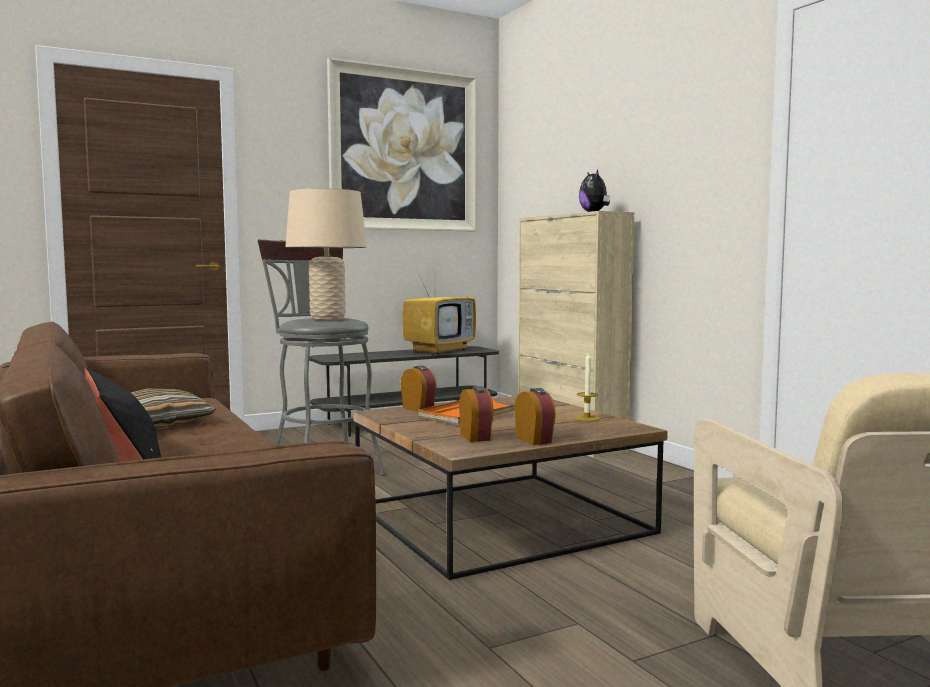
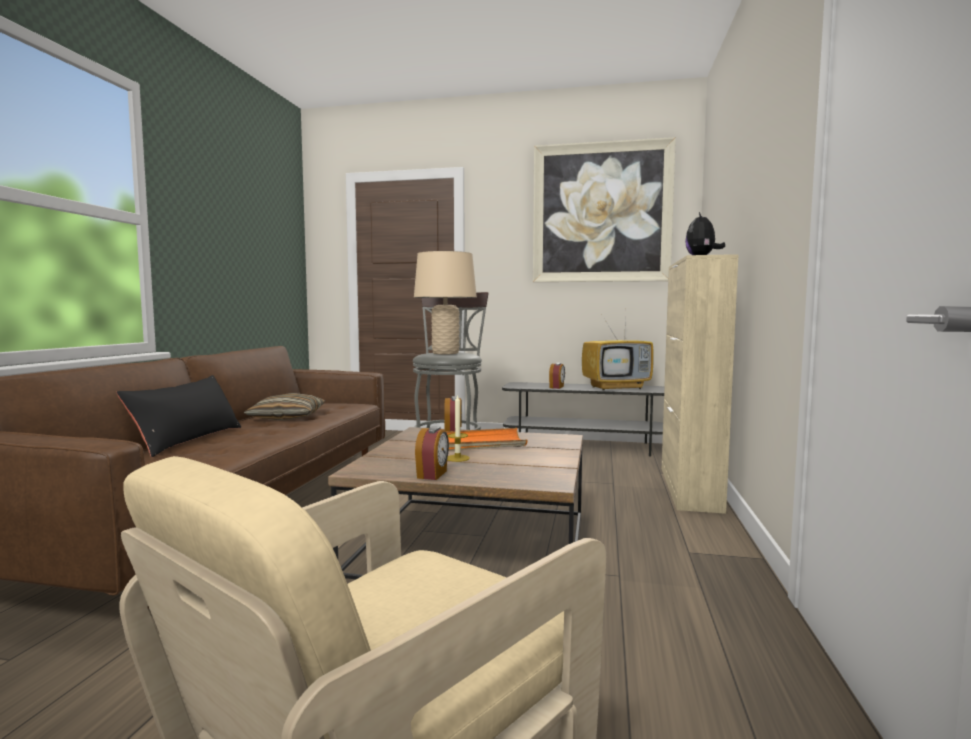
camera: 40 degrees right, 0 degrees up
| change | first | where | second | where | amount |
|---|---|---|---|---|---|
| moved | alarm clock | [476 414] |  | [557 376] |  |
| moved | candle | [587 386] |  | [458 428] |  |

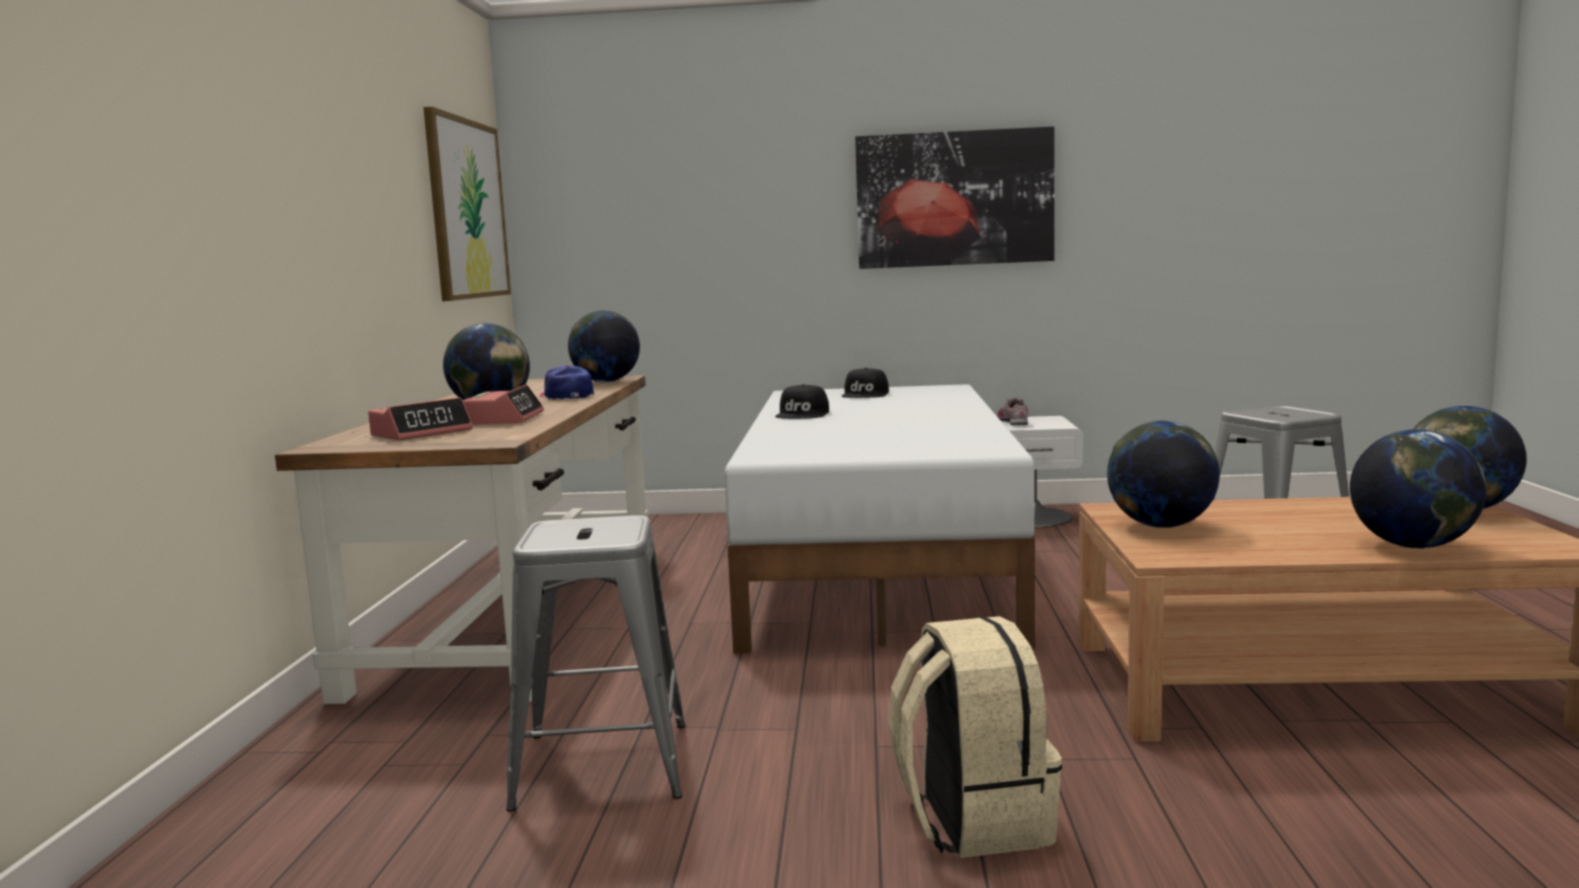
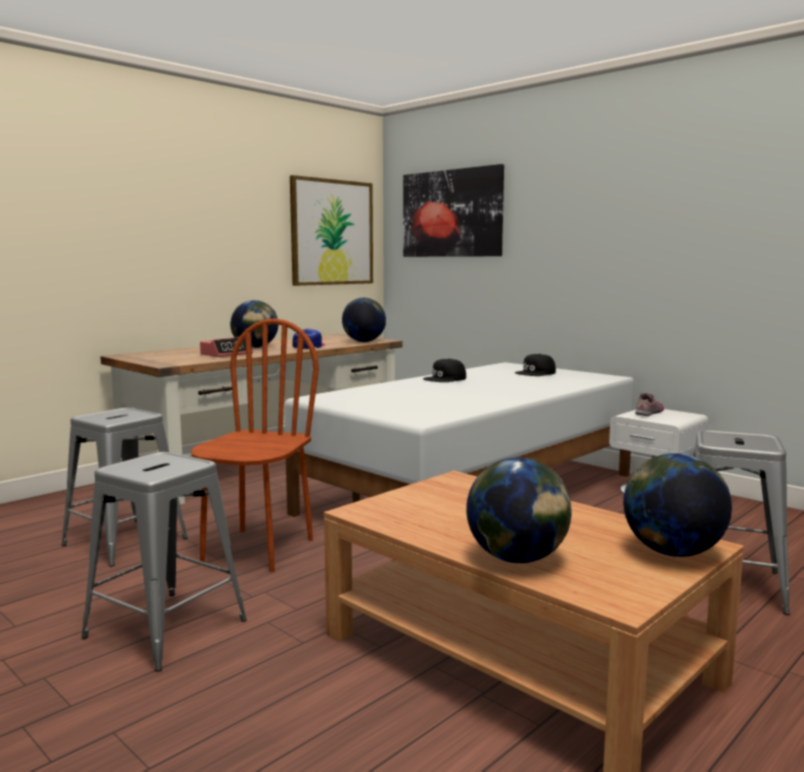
camera: 40 degrees right, 0 degrees up
| change | first | where | second | where | amount |
|---|---|---|---|---|---|
| removed | alarm clock | [420 419] |  |  |  |
| moved | picture | [955 197] |  | [453 210] |  |
| replaced | beige backpack | [975 737] | grey stool | [164 562] |  |
| removed | globe | [1163 474] |  |  |  |
| added |  |  | brown chair | [255 445] |  |

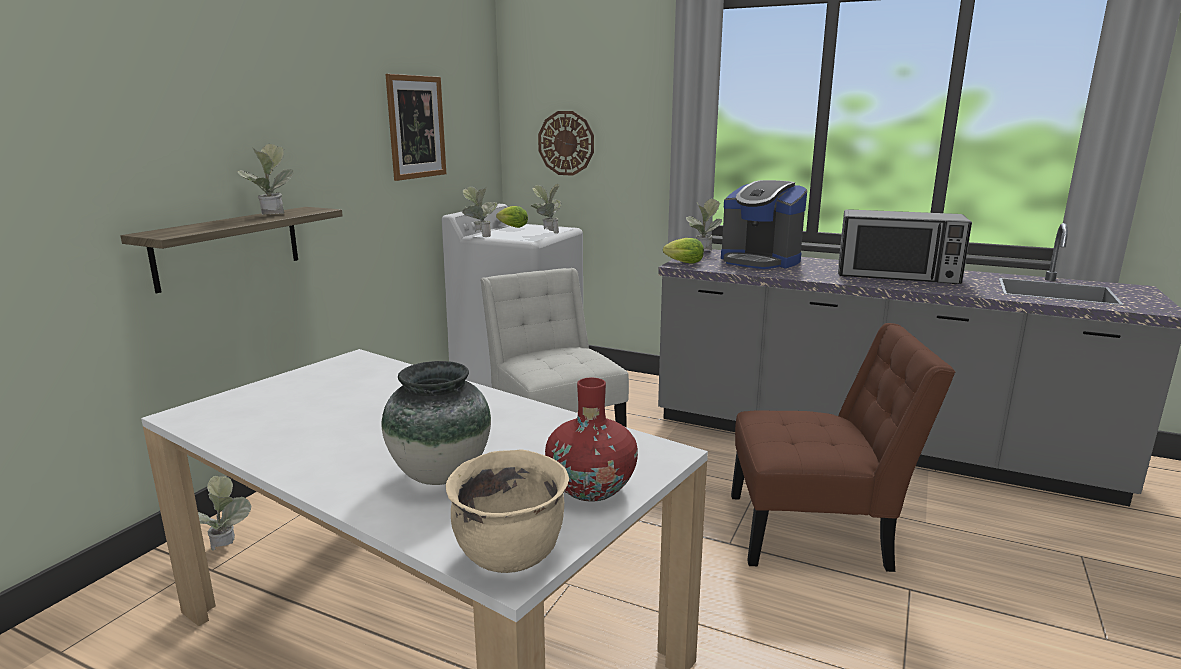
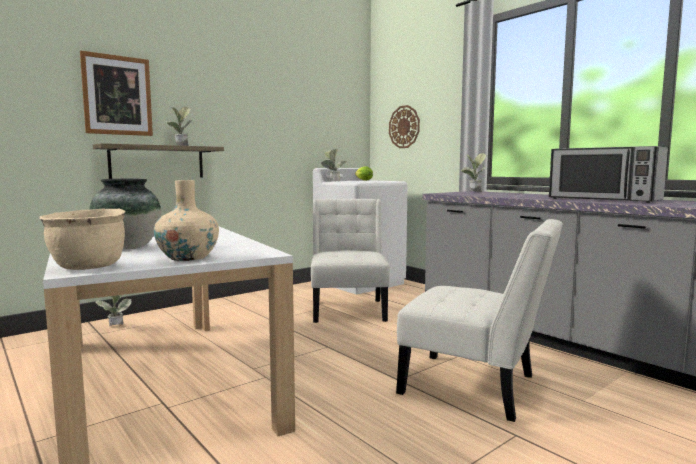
camera: 25 degrees right, 10 degrees down
| change | first | where | second | where | amount |
|---|---|---|---|---|---|
| moved | picture | [416 127] |  | [116 93] |  |
| removed | potted plant | [546 209] |  |  |  |
| recoloured | red vase | [591 440] | beige vase | [186 220] |  |
| removed | lettuce | [683 251] |  |  |  |
| removed | coffee machine | [764 224] |  |  |  |
| recoloured | brown chair | [843 447] | white chair | [479 320] |  |

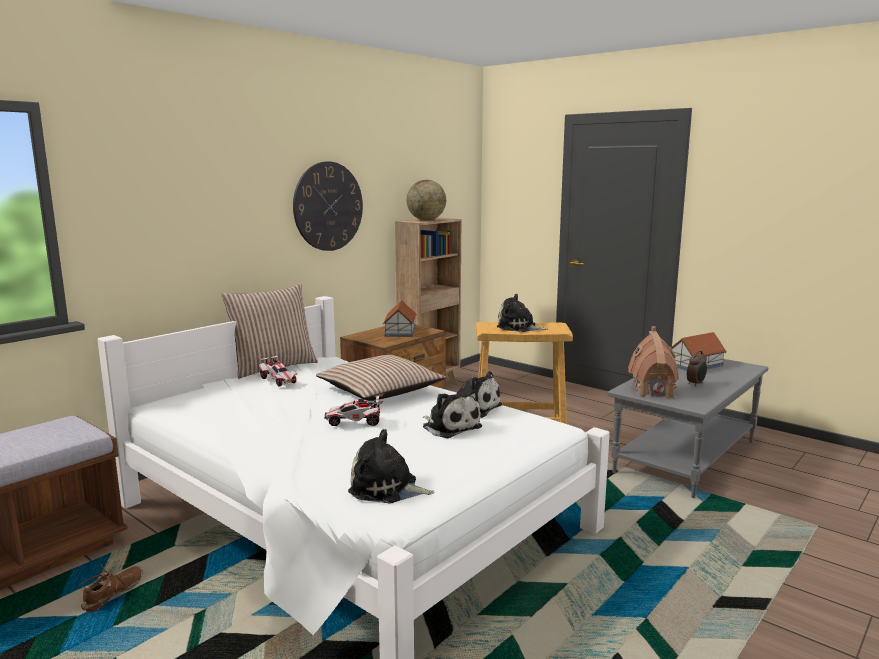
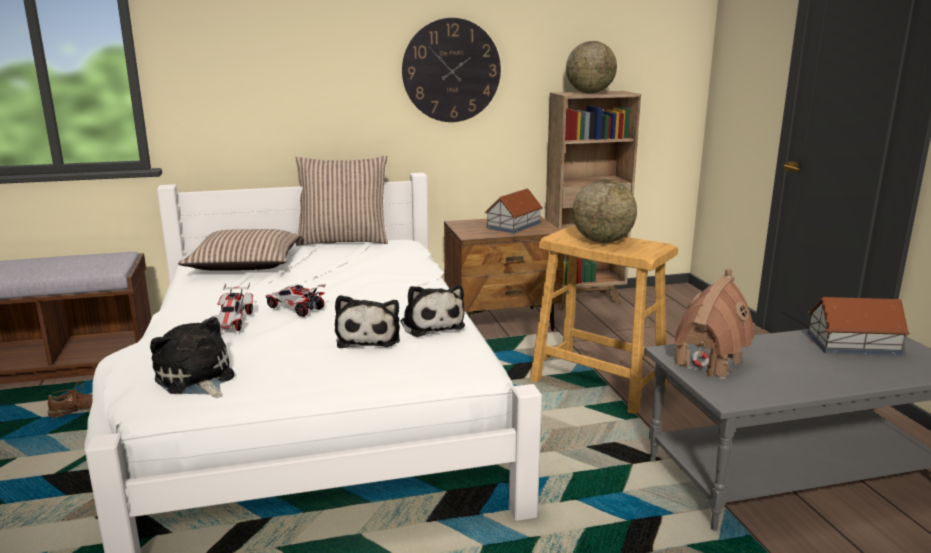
camera: 35 degrees right, 5 degrees up
| change | first | where | second | where | amount |
|---|---|---|---|---|---|
| moved | toy car | [277 370] |  | [232 307] |  |
| moved | pillow | [381 378] |  | [240 250] |  |
| replaced | plush toy | [522 313] | globe | [604 211] |  |
| removed | alarm clock | [697 368] |  |  |  |

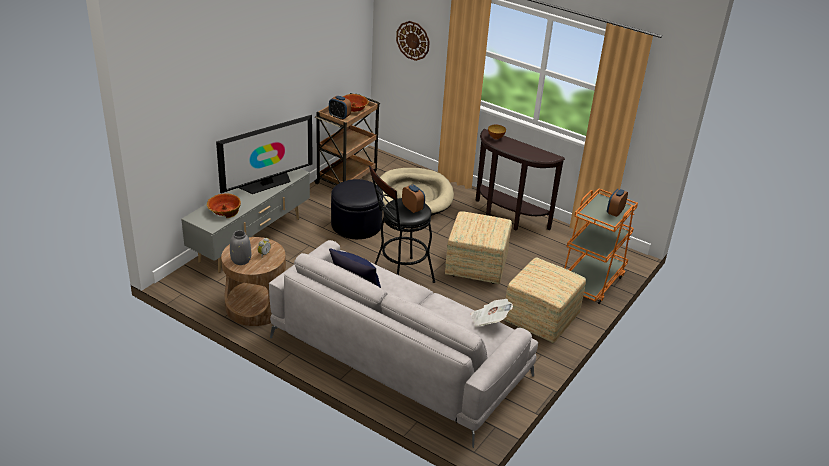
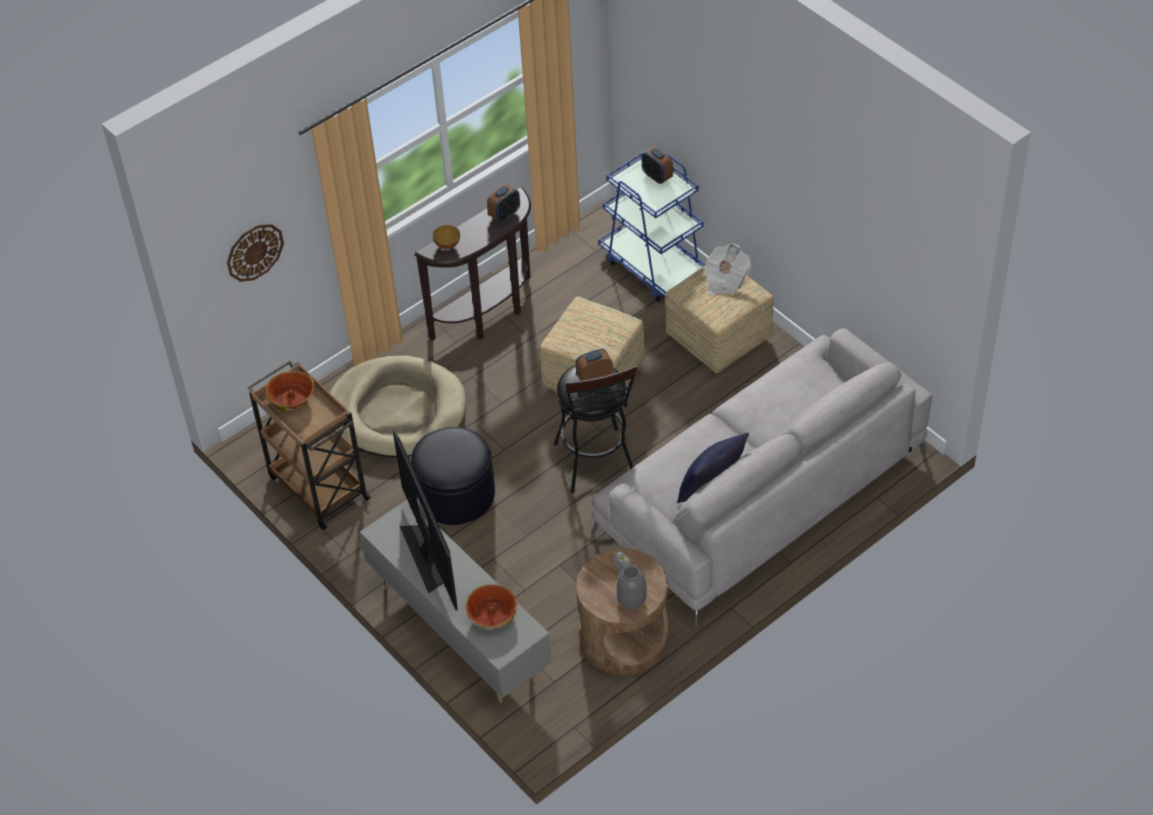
camera: 70 degrees left, 15 degrees up
| change | first | where | second | where | amount |
|---|---|---|---|---|---|
| moved | alarm clock | [340 108] |  | [503 203] |  |
| moved | newspaper | [492 312] |  | [727 269] |  |
| recoloured | orange cart | [601 246] | blue cart | [651 225] |  |

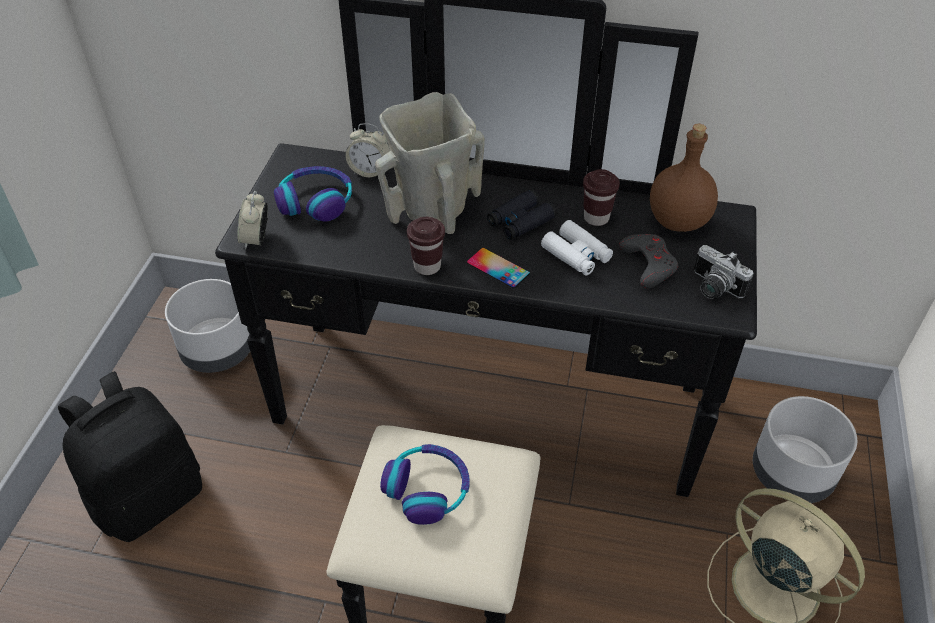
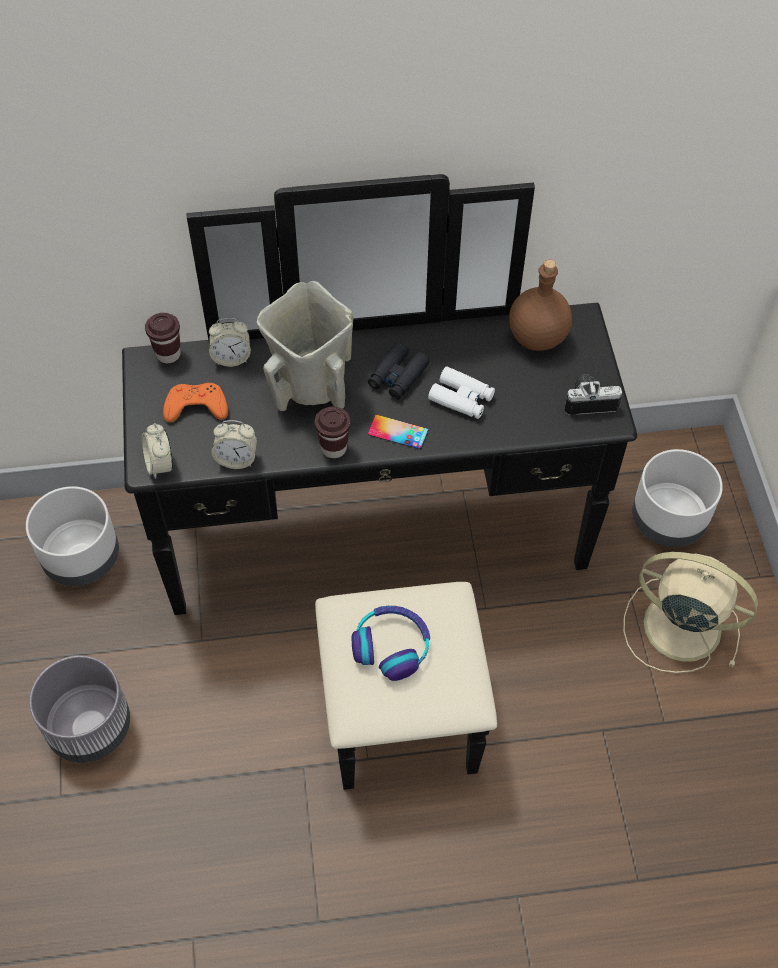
camera: 20 degrees left, 10 degrees up
| change | first | where | second | where | amount |
|---|---|---|---|---|---|
| replaced | black backpack | [130 456] | grey planter | [79 709] |  |
| replaced | headphones | [313 194] | orange game controller | [195 402] |  |
| moved | brown cup | [601 197] |  | [163 338] |  |
| removed | grey game controller | [648 261] |  |  |  |
| turned | photo camera | [724 272] |  | [593 394] | 150 degrees clockwise |
| added |  |  | alarm clock | [234 444] |  |

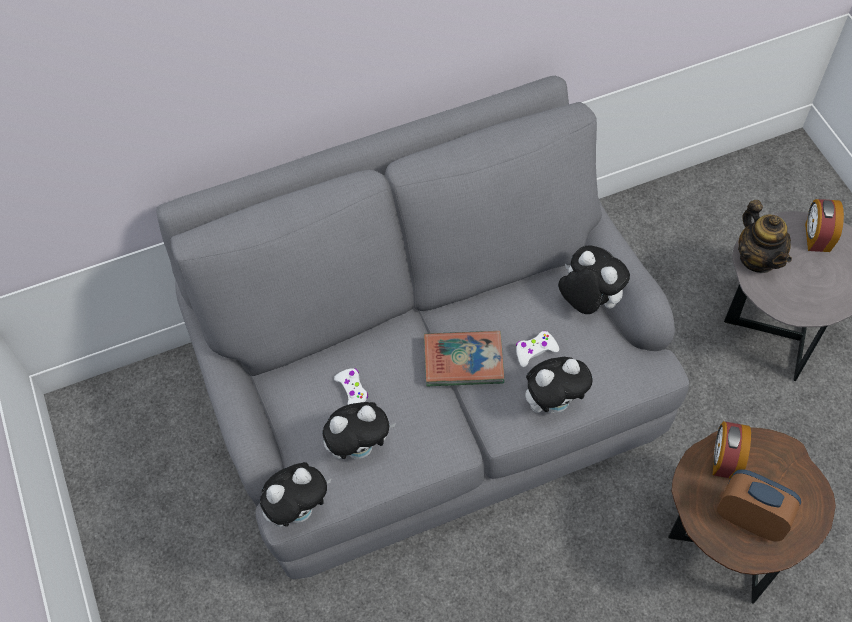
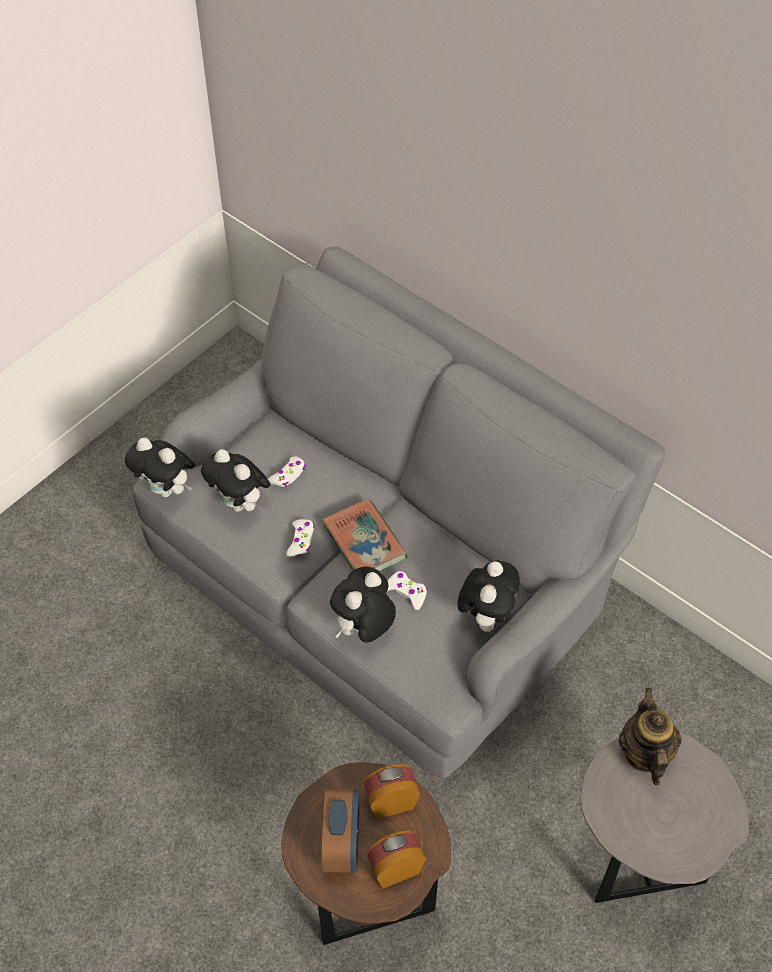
camera: 60 degrees right, 5 degrees down
| change | first | where | second | where | amount |
|---|---|---|---|---|---|
| turned | plush toy | [559 385] |  | [363 604] | 90 degrees clockwise |
| turned | teapot | [765 236] |  | [650 736] | 135 degrees clockwise |
| moved | alarm clock | [824 225] |  | [396 859] |  |
| added |  |  | white game controller | [300 538] |  |

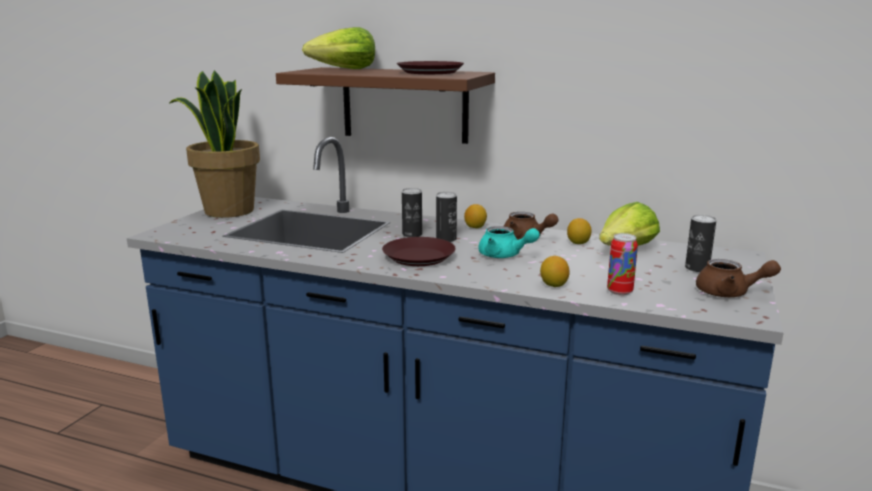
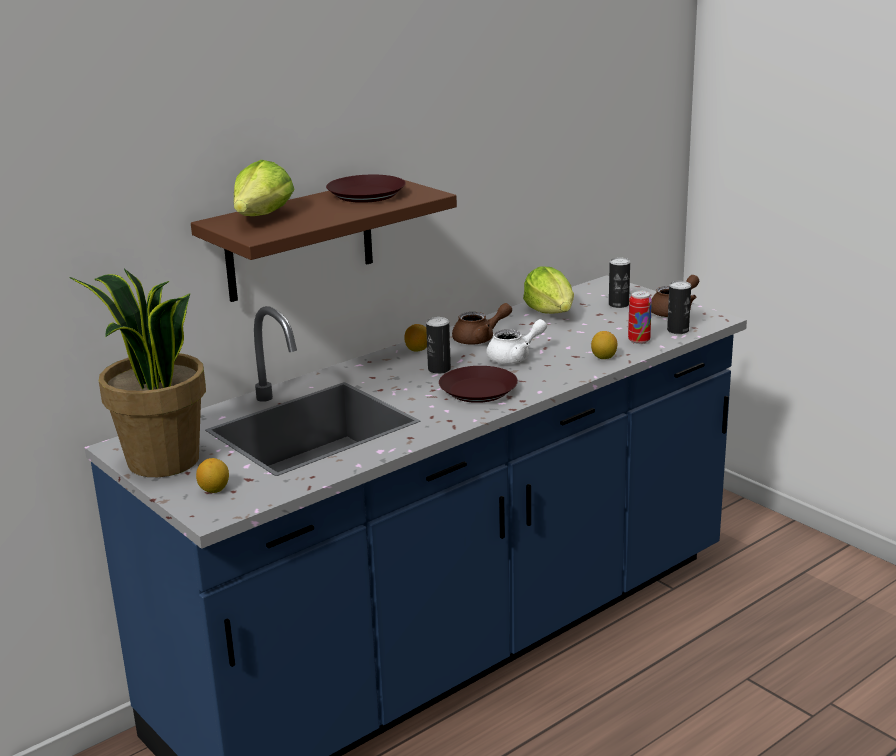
camera: 60 degrees left, 5 degrees up
| change | first | where | second | where | amount |
|---|---|---|---|---|---|
| moved | can | [412 212] |  | [679 307] |  |
| recoloured | turquoise teapot | [509 242] | white teapot | [516 341] |  |
| moved | lemon | [579 231] |  | [212 475] |  |

